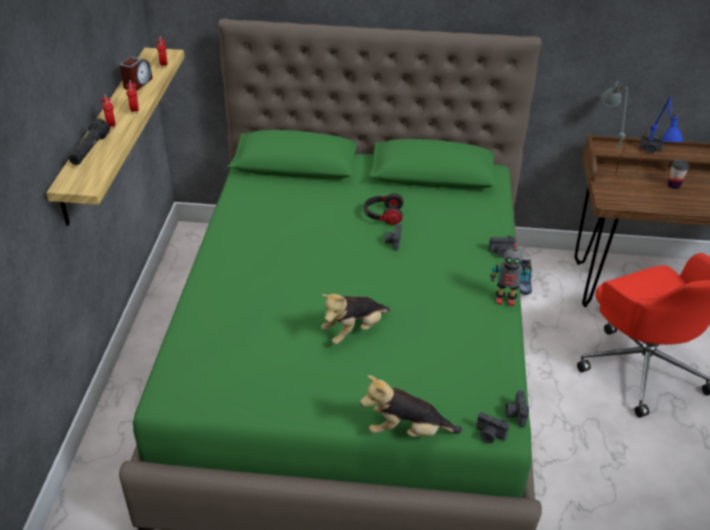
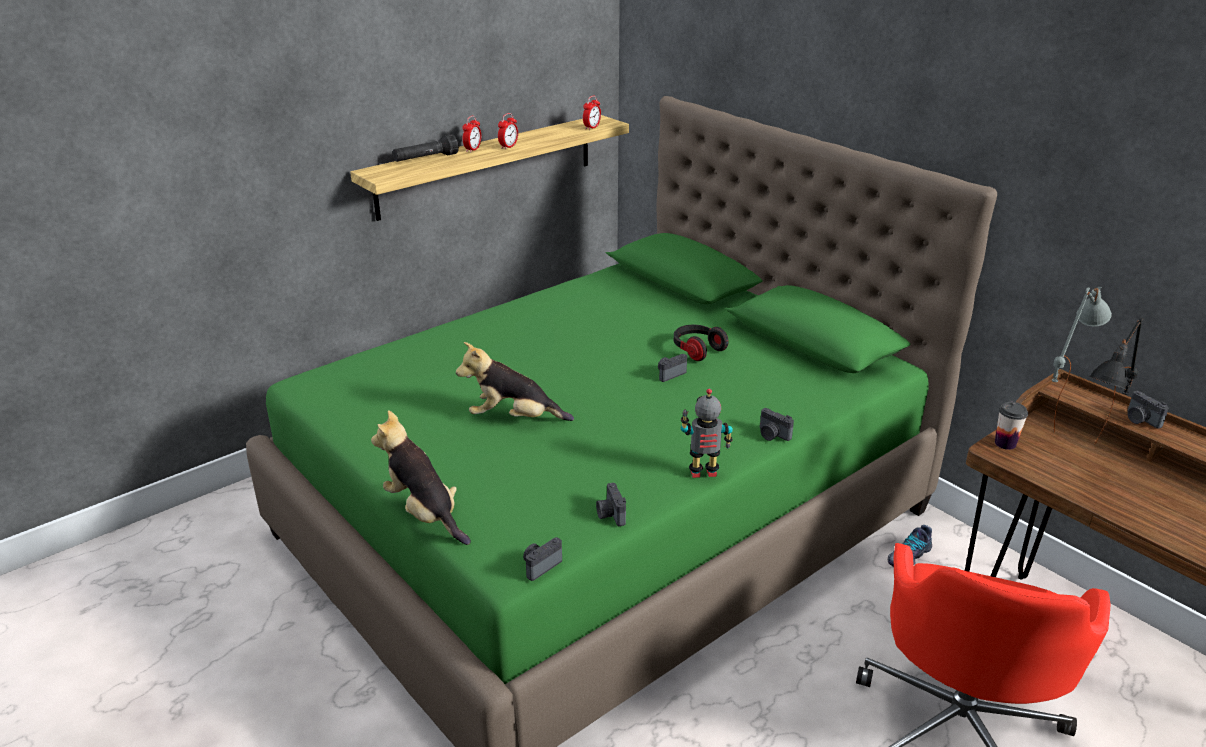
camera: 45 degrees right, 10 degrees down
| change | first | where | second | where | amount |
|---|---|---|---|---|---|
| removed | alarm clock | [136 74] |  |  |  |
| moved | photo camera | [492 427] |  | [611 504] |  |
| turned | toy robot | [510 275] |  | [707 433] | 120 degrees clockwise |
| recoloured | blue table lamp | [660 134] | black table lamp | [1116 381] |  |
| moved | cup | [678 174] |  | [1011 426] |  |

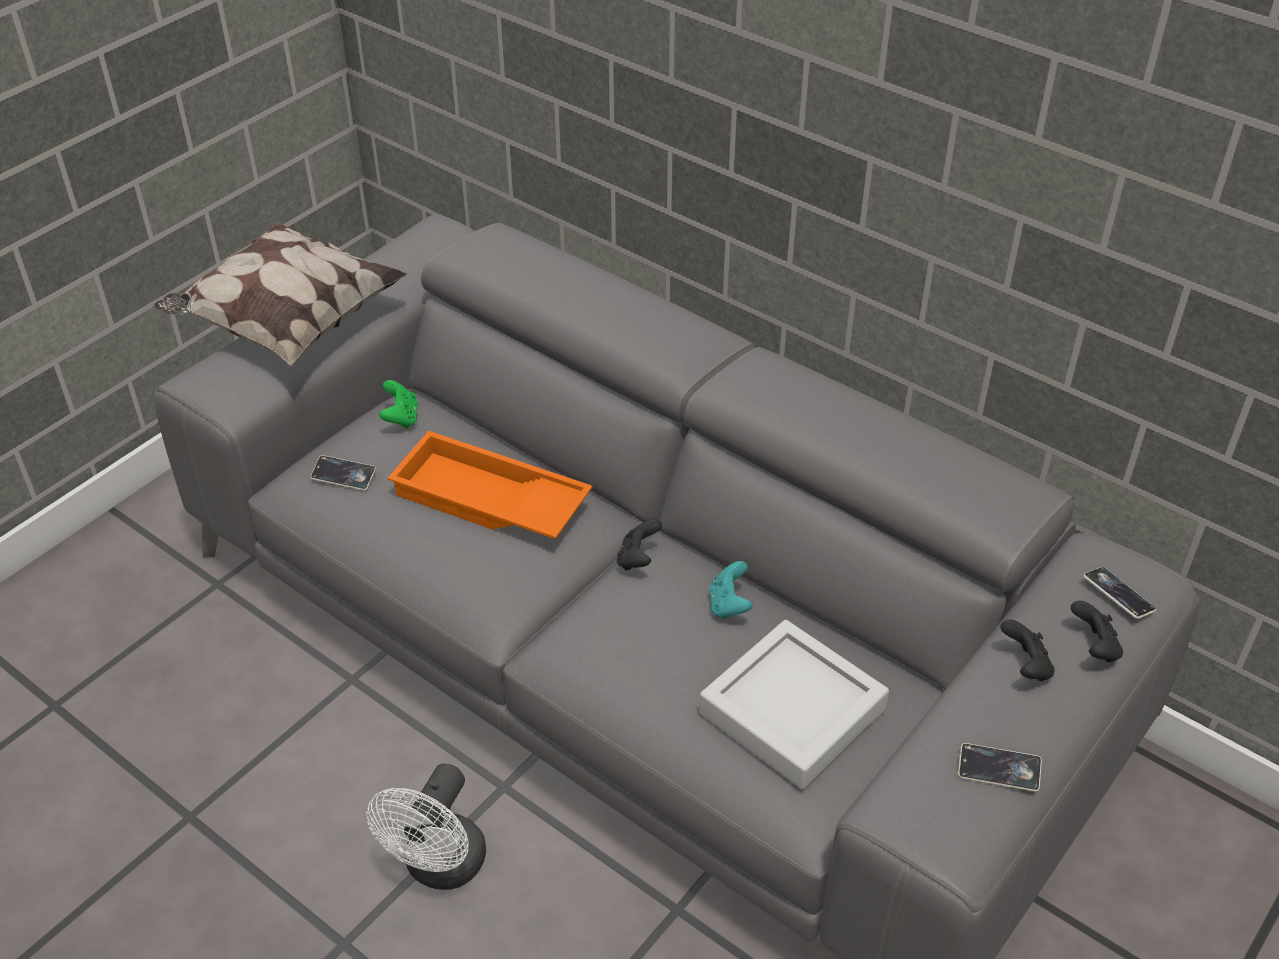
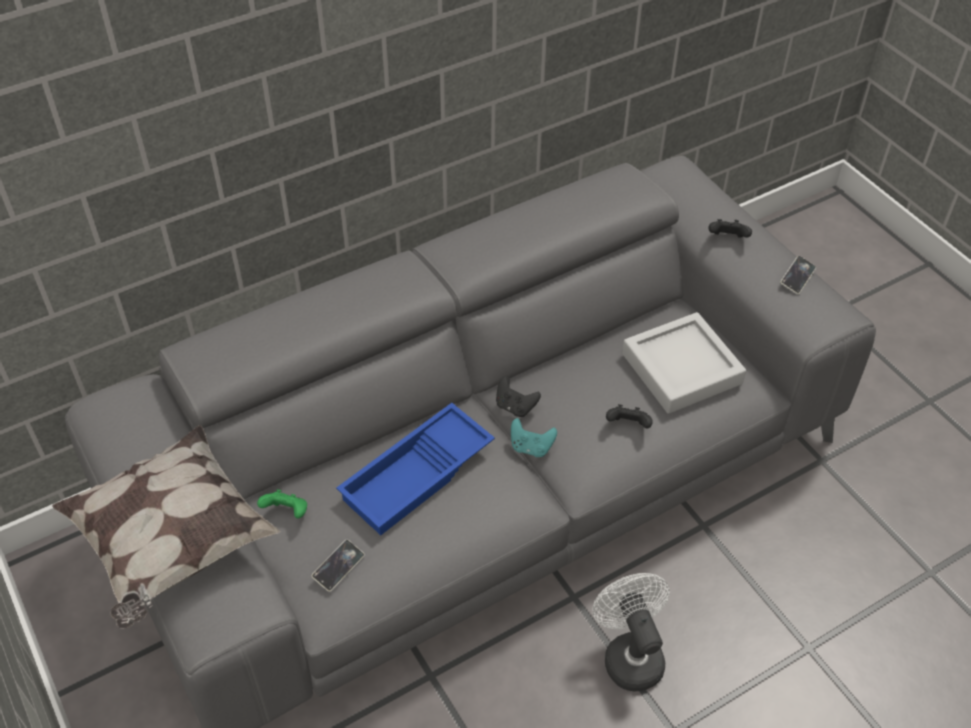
camera: 70 degrees left, 5 degrees up
| change | first | where | second | where | amount |
|---|---|---|---|---|---|
| turned | white fan | [426 826] |  | [631 632] | 150 degrees counterclockwise |
| recoloured | orange tray | [490 485] | blue tray | [415 469] |  |
| moved | turquoise game controller | [731 590] |  | [534 437] |  |
| moved | black game controller | [1097 631] |  | [629 416] |  |
| removed | phone | [1119 593] |  |  |  |

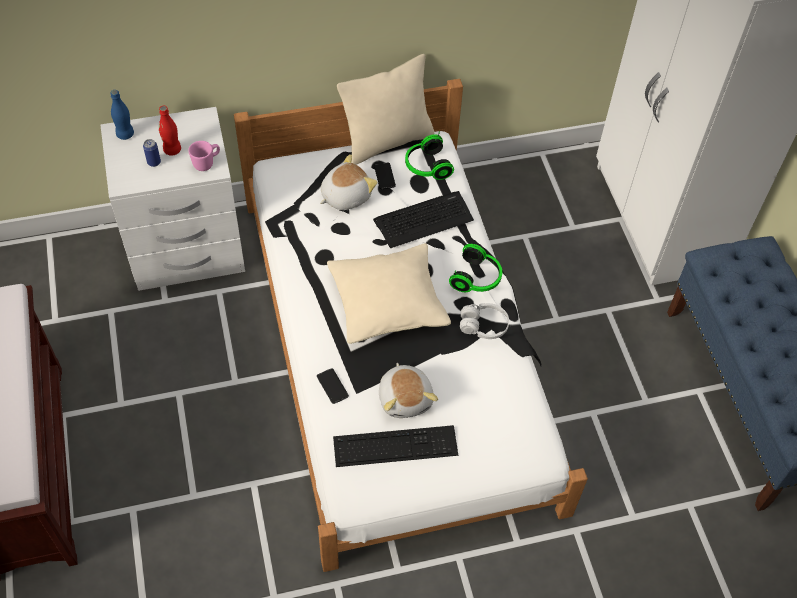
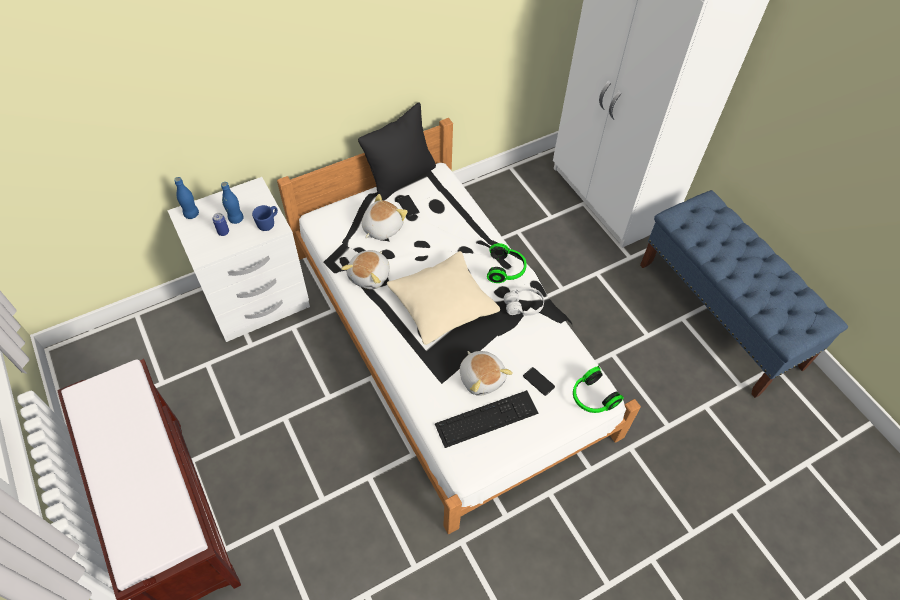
camera: 15 degrees left, 0 degrees up
| change | first | where | second | where | amount |
|---|---|---|---|---|---|
| recoloured | red bottle | [170 130] | blue bottle | [232 203] |  |
| recoloured | pink mug | [204 156] | blue mug | [265 218] |  |
| moved | phone | [333 386] |  | [539 381] |  |
| recoloured | beige pillow | [385 109] | black pillow | [397 151] |  |
| removed | keyboard | [423 219] |  |  |  |
| moved | headphones | [429 156] |  | [598 388] |  |
| added |  |  | plush toy | [365 269] |  |

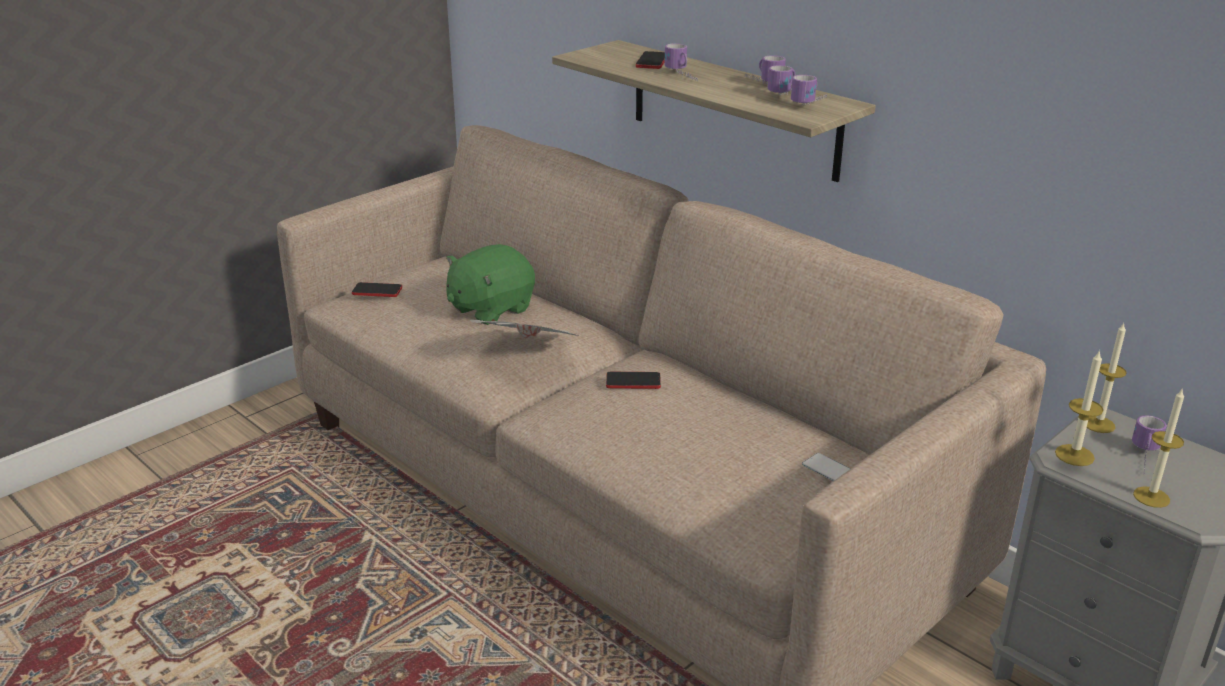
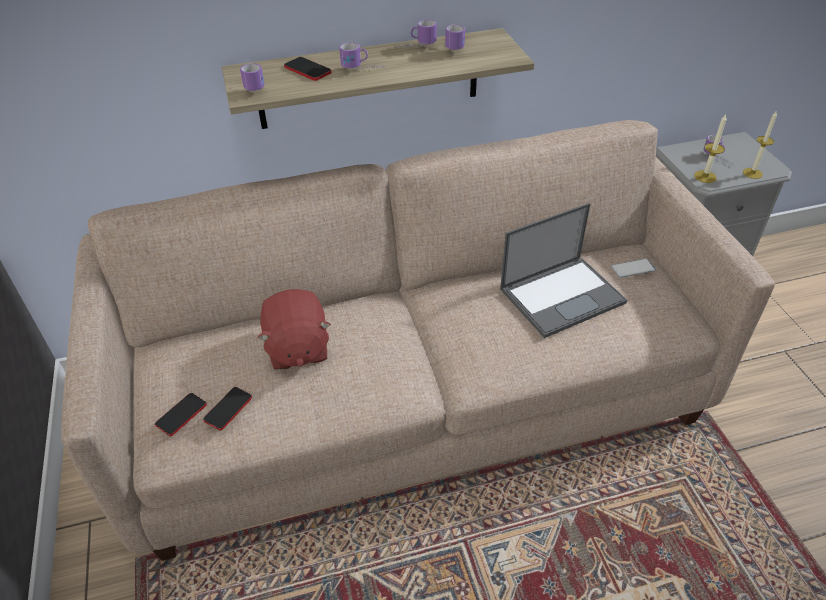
camera: 60 degrees left, 15 degrees up
| change | first | where | second | where | amount |
|---|---|---|---|---|---|
| recoloured | green plush toy | [490 284] | red plush toy | [294 329] |  |
| removed | newspaper | [524 328] |  |  |  |
| moved | phone | [633 380] |  | [227 409] |  |
| moved | mug | [809 90] |  | [252 77] |  |
| removed | candle | [1107 378] |  |  |  |
| added |  |  | laptop | [563 270] |  |

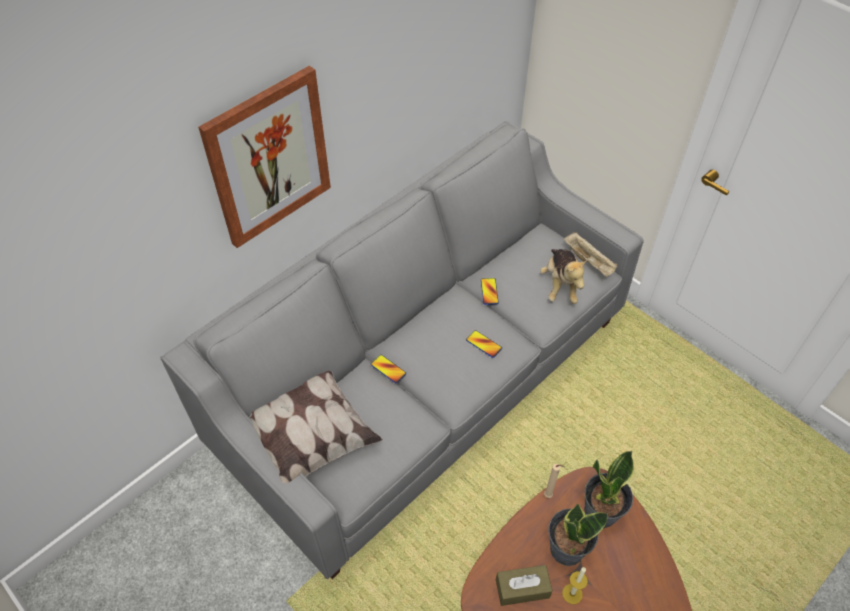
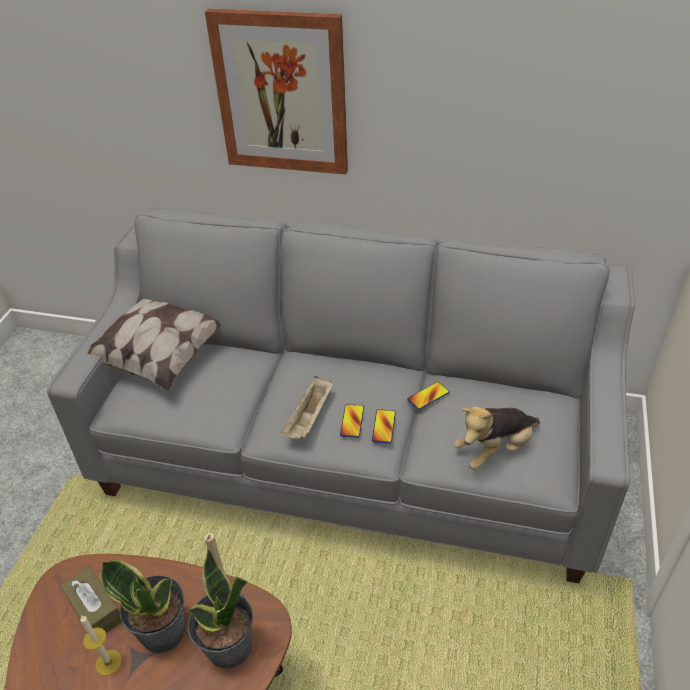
camera: 60 degrees right, 10 degrees down
| change | first | where | second | where | amount |
|---|---|---|---|---|---|
| moved | phone | [388 369] |  | [384 426] |  |
| moved | beige tray | [591 254] |  | [307 407] |  |

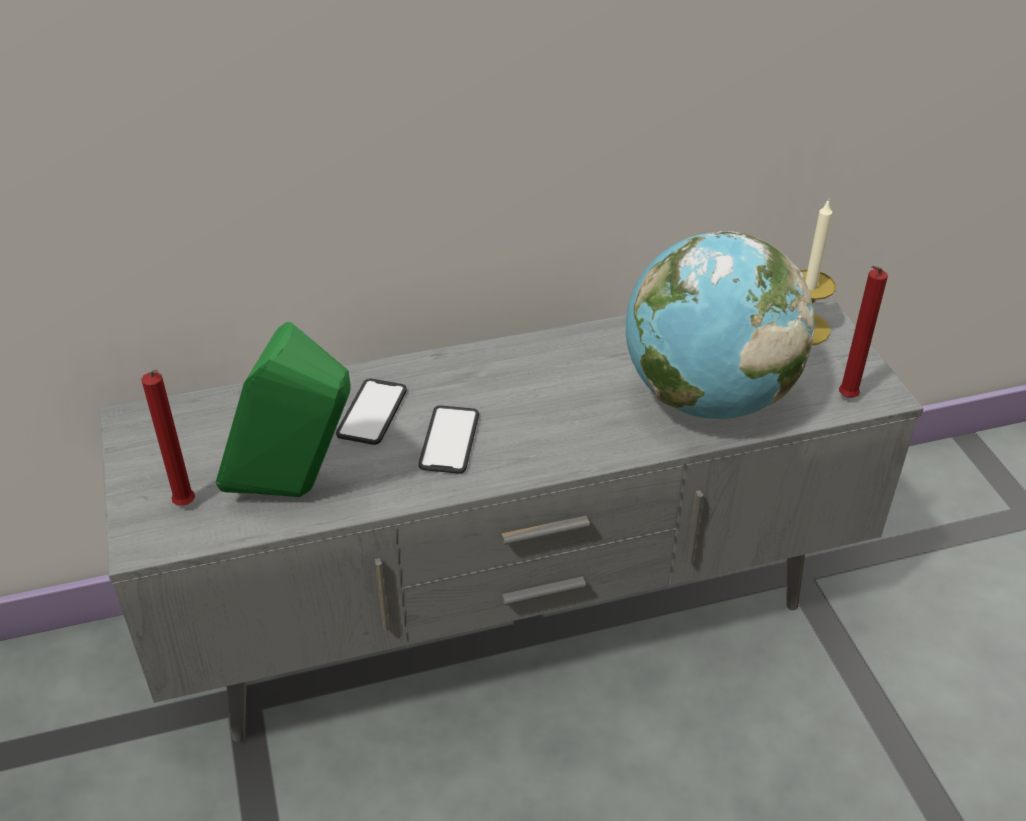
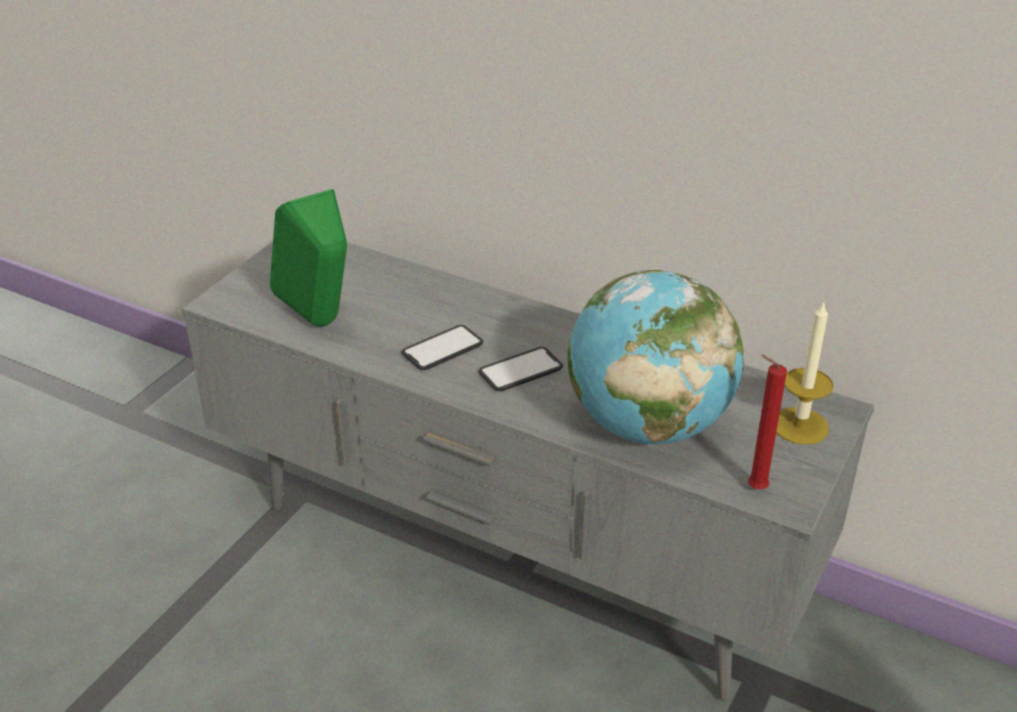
camera: 45 degrees right, 5 degrees down
| change | first | where | second | where | amount |
|---|---|---|---|---|---|
| removed | red candle | [168 437] |  |  |  |
| moved | phone | [371 412] |  | [520 369] |  |

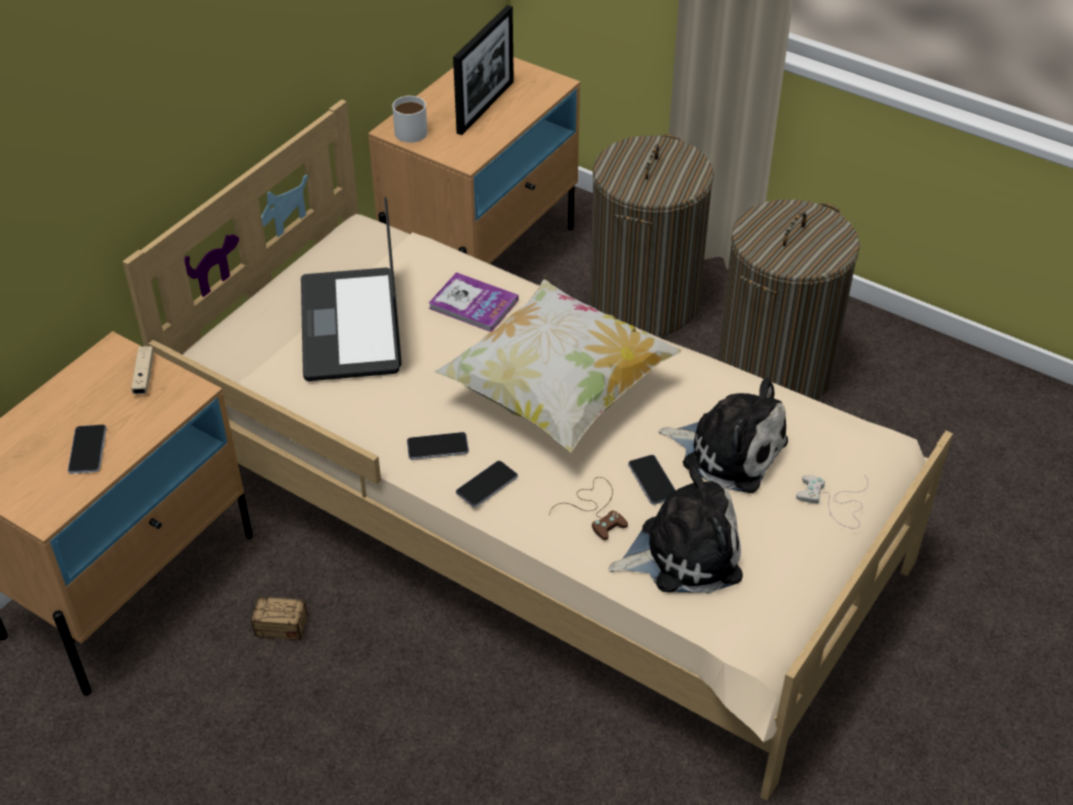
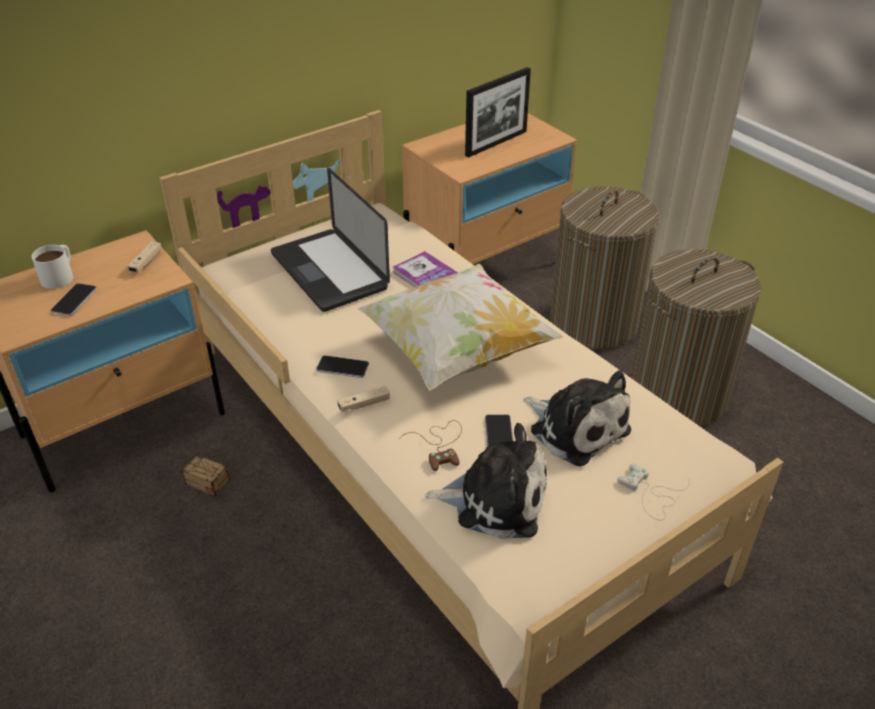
camera: 20 degrees right, 5 degrees down
| change | first | where | second | where | amount |
|---|---|---|---|---|---|
| turned | laptop | [351 289] |  | [330 240] | 45 degrees counterclockwise |
| moved | white mug | [410 119] |  | [52 267] |  |
| replaced | phone | [487 484] | beige game controller | [363 399] |  |

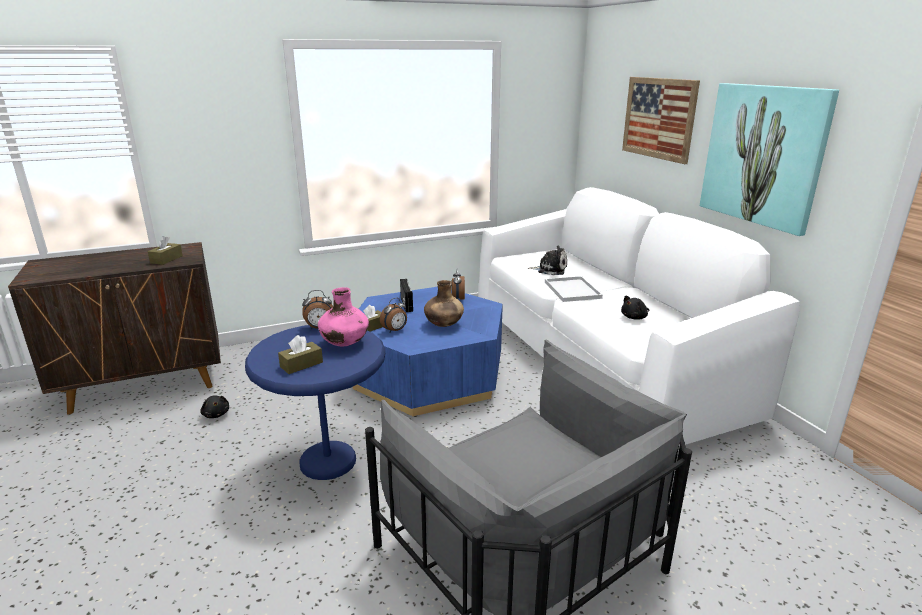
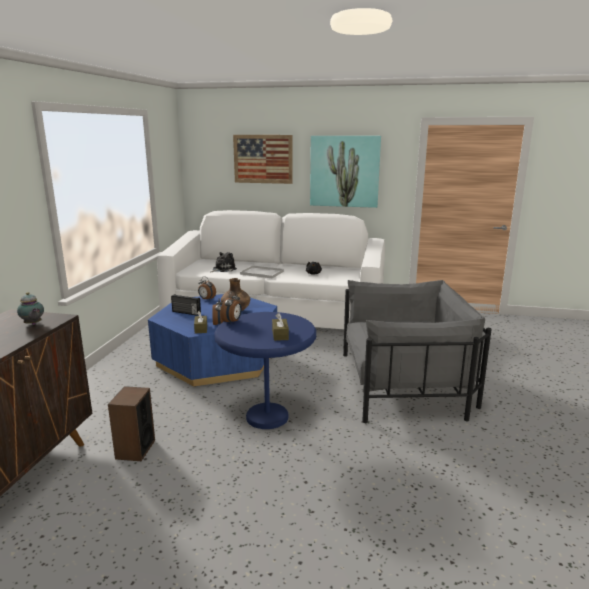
camera: 55 degrees left, 5 degrees down
| change | first | where | second | where | amount |
|---|---|---|---|---|---|
| replaced | brown tissue box | [165 250] | teapot | [30 308] |  |
| replaced | black plush toy | [214 406] | speaker | [131 423] |  |
| removed | pink vase | [343 317] |  |  |  |

